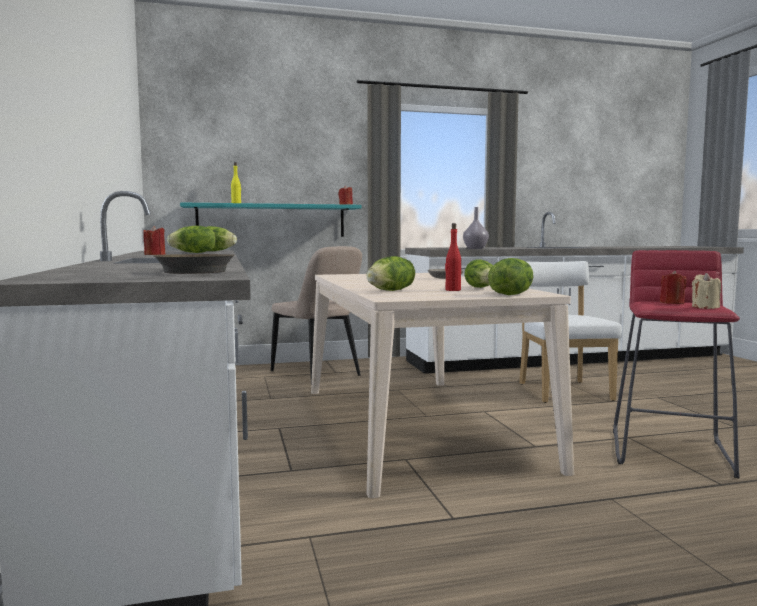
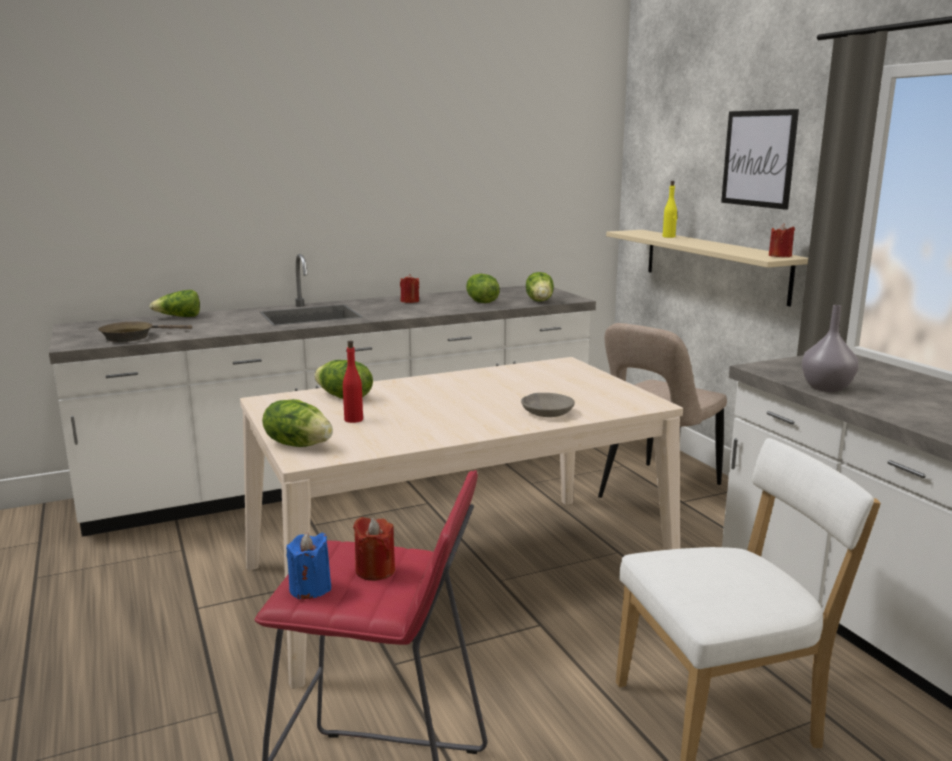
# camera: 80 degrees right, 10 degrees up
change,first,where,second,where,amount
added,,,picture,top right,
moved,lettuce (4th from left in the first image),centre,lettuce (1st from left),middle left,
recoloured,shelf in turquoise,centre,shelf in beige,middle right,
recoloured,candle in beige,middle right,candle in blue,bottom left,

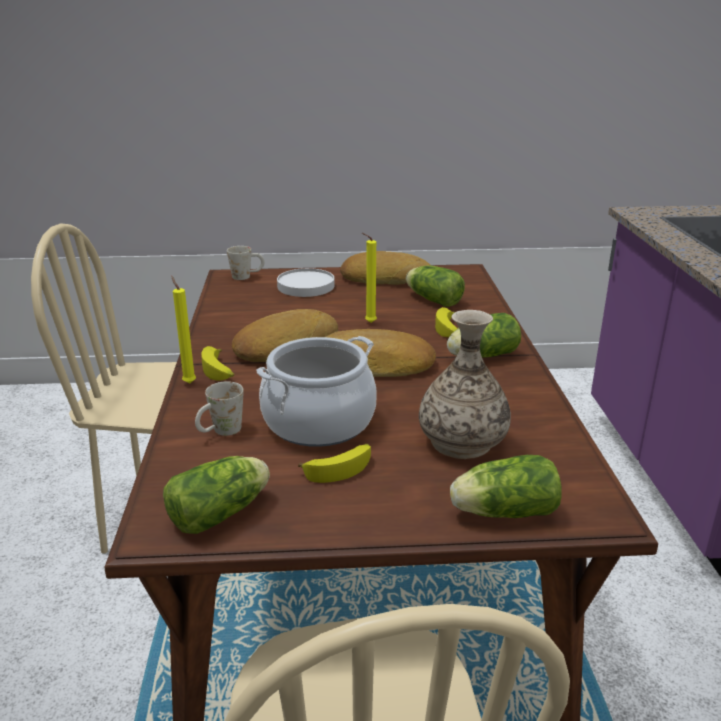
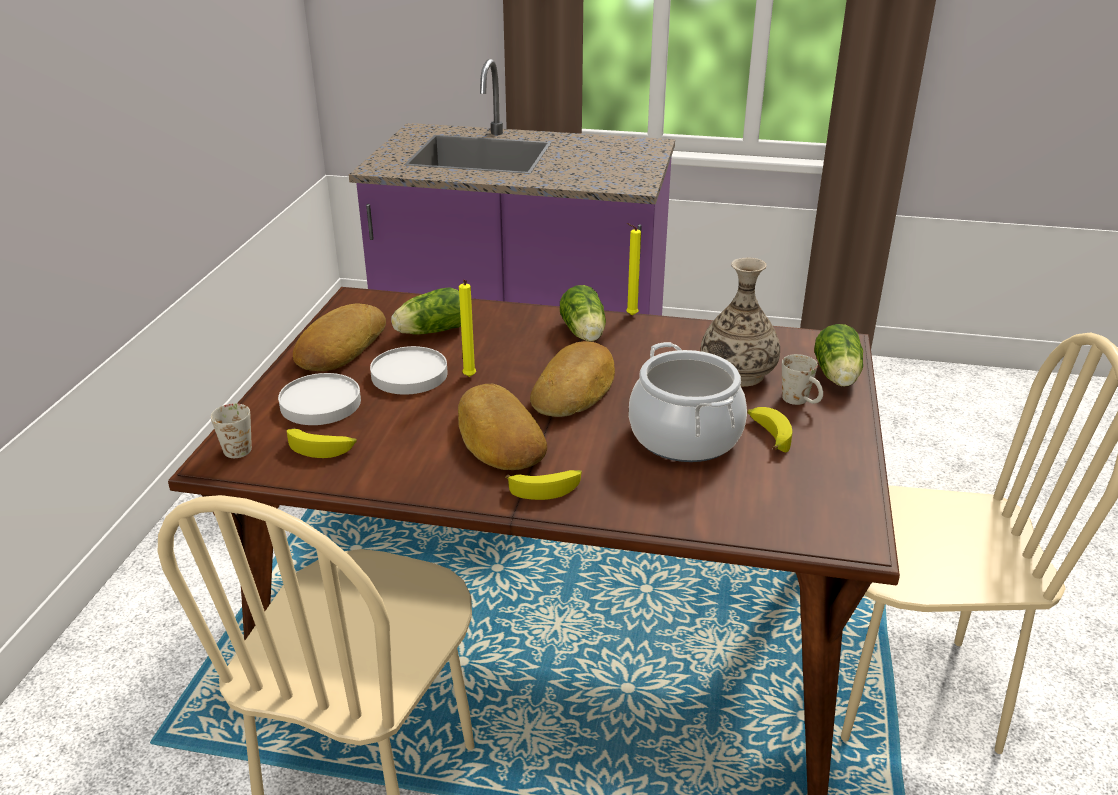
# camera: 75 degrees left, 5 degrees up
change,first,where,second,where,amount
removed,lettuce (1st from left),bottom left,,,
added,,,plate in white (2nd from left),centre,
moved,candle in yellow (1st from left in the first image),middle left,candle in yellow (2nd from left),centre,
moved,mug in white (1st from left in the first image),middle left,mug in white (2nd from left),middle right,
moved,banana (3rd from left in the first image),centre,banana (1st from left),middle left,

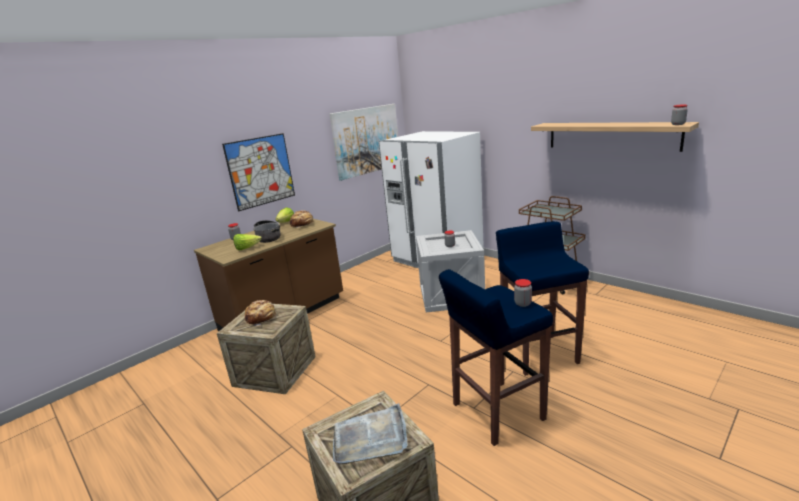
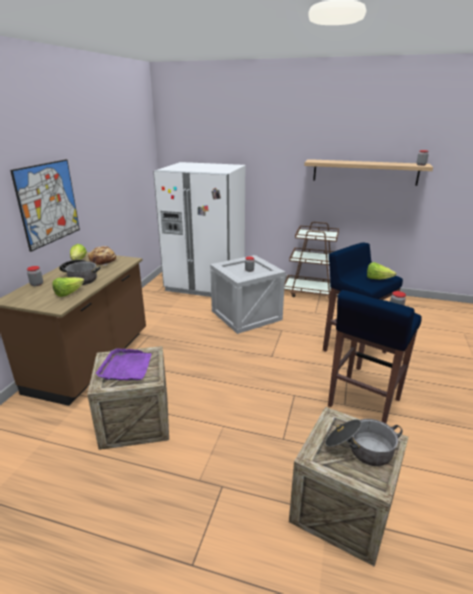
# camera: 30 degrees left, 5 degrees up
change,first,where,second,where,amount
removed,picture (2nd from left),top centre,,,
added,,,lettuce (3rd from left),middle right,
replaced,bread (1st from left),middle left,tray in purple,middle left,
replaced,tray in grey,bottom centre,cooking pot (2nd from left),bottom right,

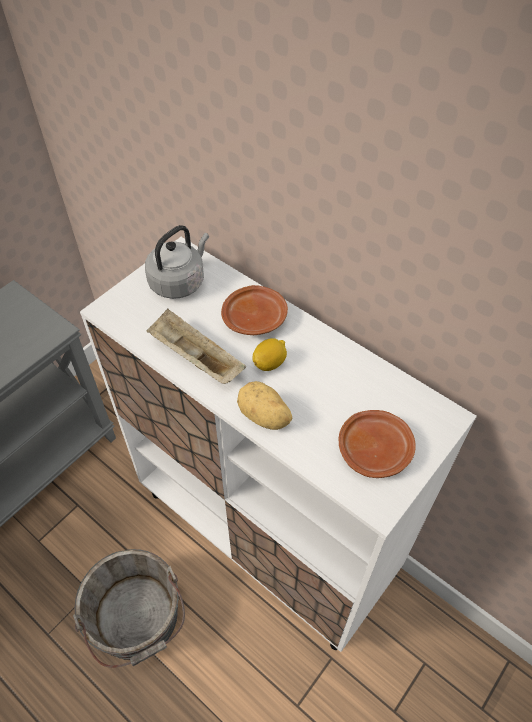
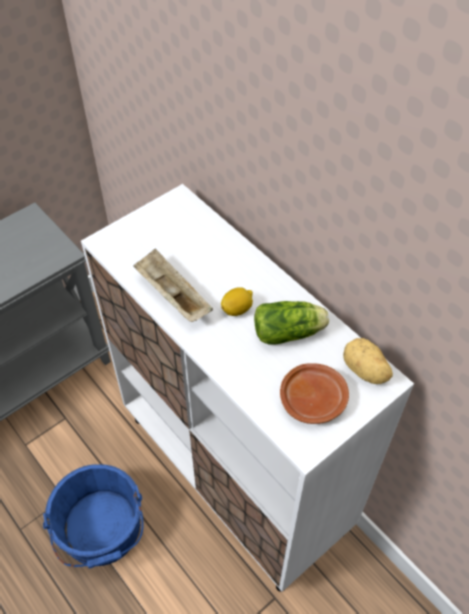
# camera: 10 degrees right, 0 degrees up
change,first,where,second,where,amount
removed,kettle in grey,middle left,,,
removed,plate in brown (1st from left),centre,,,
added,,,lettuce,centre,
moved,potato,centre,,middle right,
recoloured,bucket in grey,bottom left,bucket in blue,bottom left,

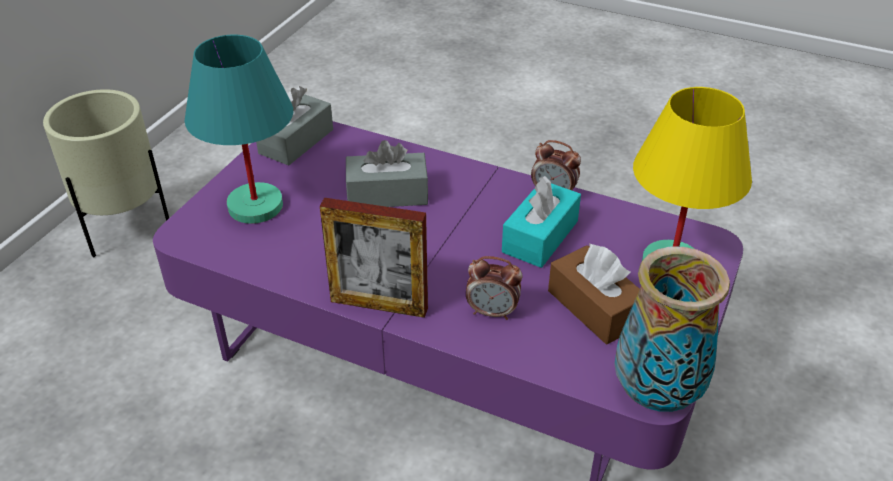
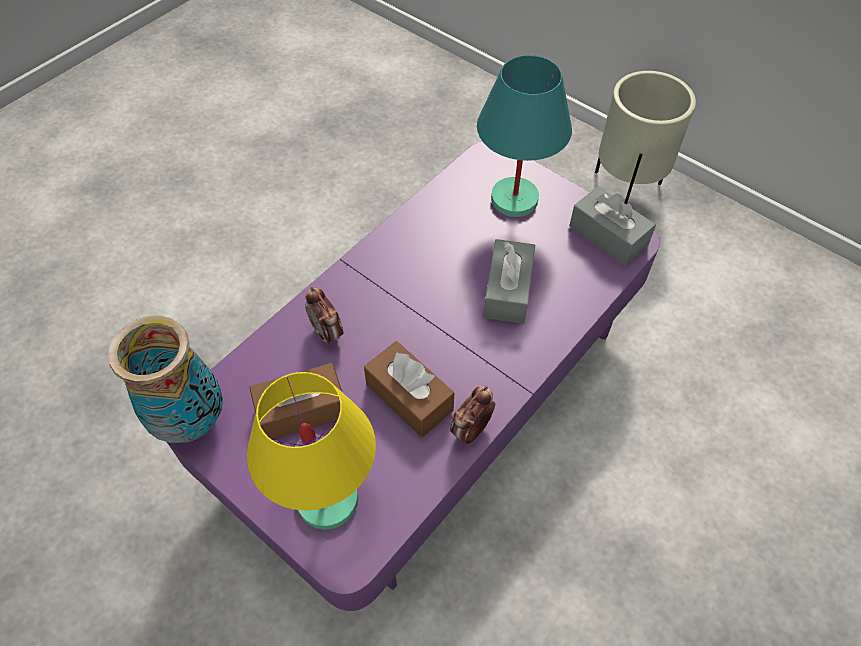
# camera: 105 degrees right, 15 degrees up
change,first,where,second,where,amount
removed,picture frame,centre,,,
recoloured,tissue box in turquoise,centre,tissue box in brown (2nd from left),centre,
turned,alarm clock (1st from left),centre,,centre,60 degrees counterclockwise

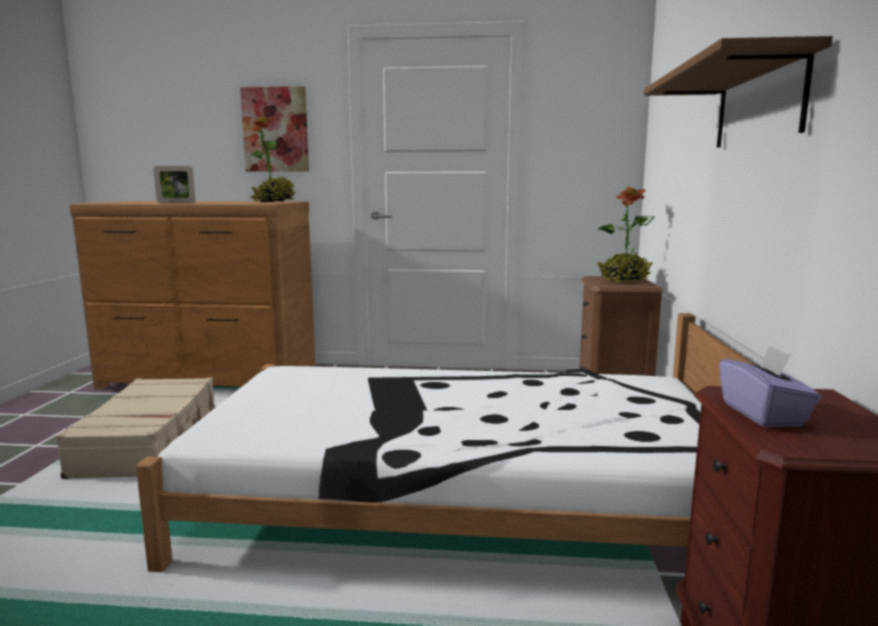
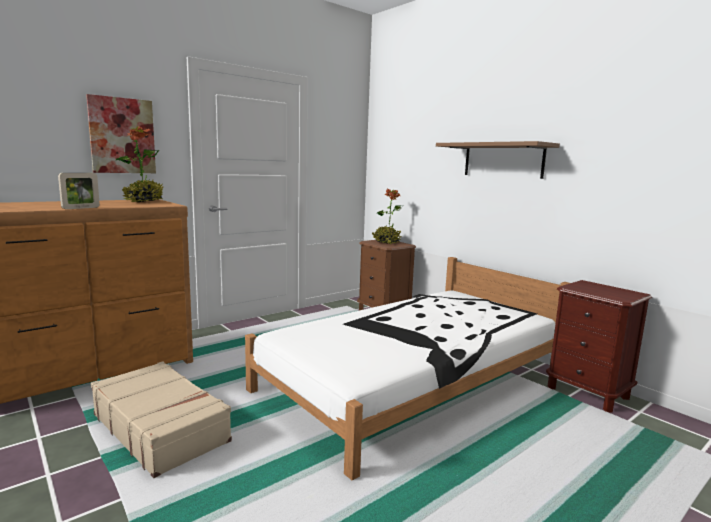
# camera: 45 degrees left, 0 degrees up
change,first,where,second,where,amount
removed,tissue box in purple,middle right,,,

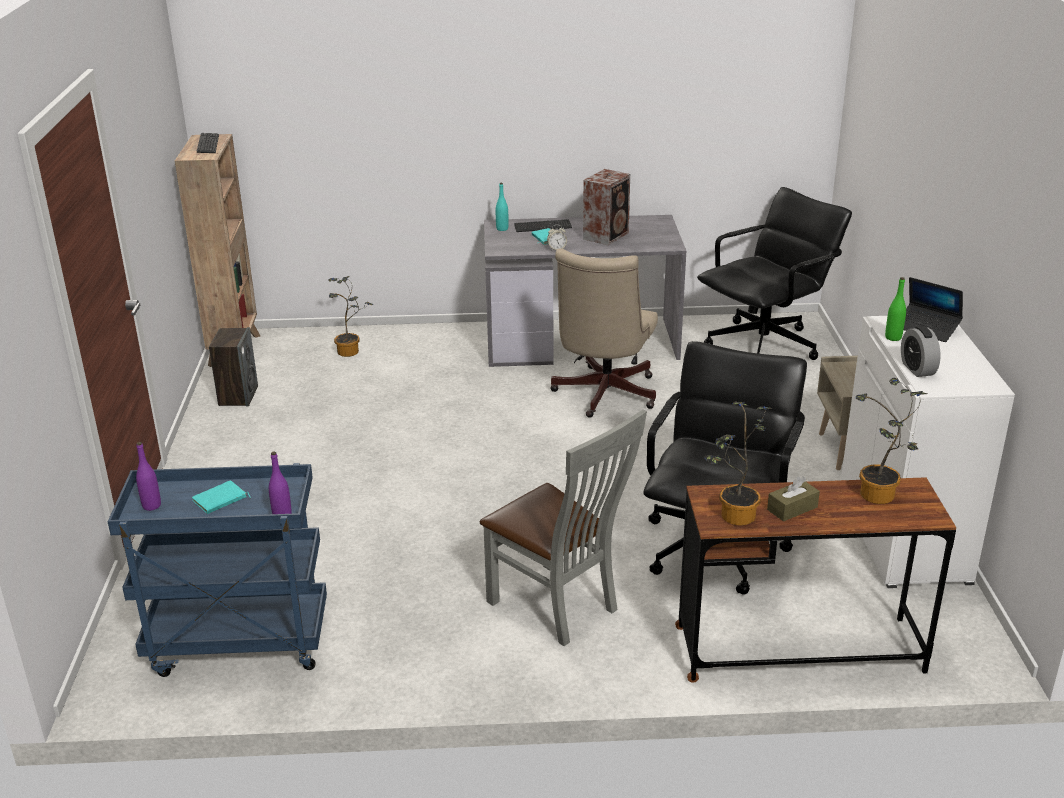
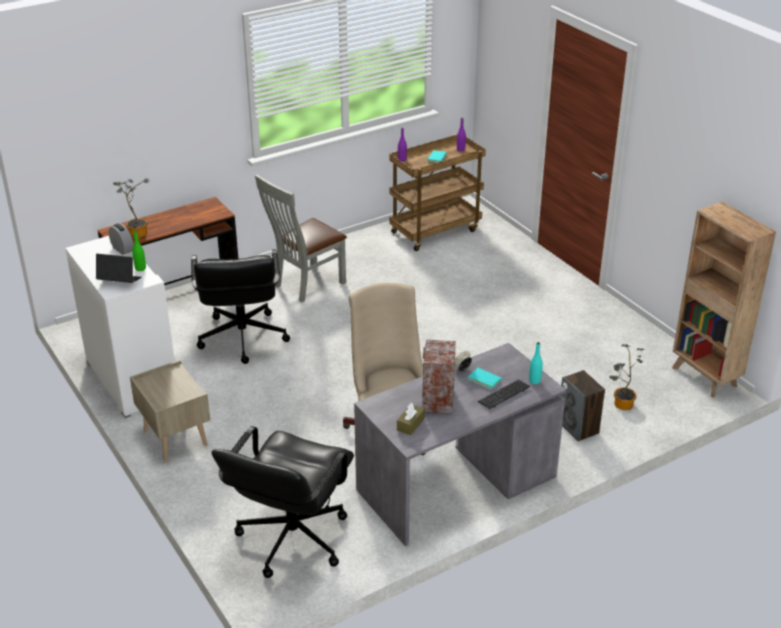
# camera: 150 degrees right, 5 degrees up
change,first,where,second,where,amount
removed,keyboard (1st from left),top left,,,
removed,potted plant (2nd from left),middle right,,,
moved,speaker (1st from left in the first image),middle left,speaker (2nd from left),middle right,
moved,tissue box in brown,middle right,,bottom centre,
recoloured,cart in blue,bottom left,cart in brown,top centre,
turned,chair in grey,centre,,centre,60 degrees counterclockwise

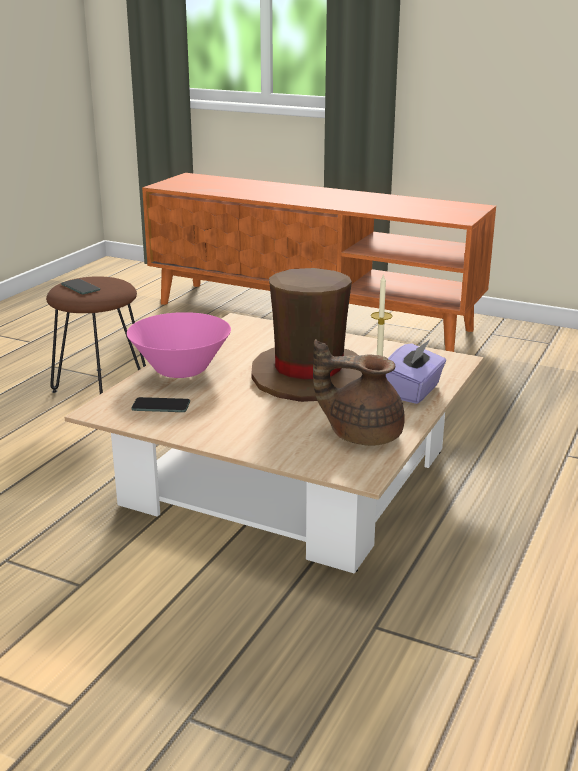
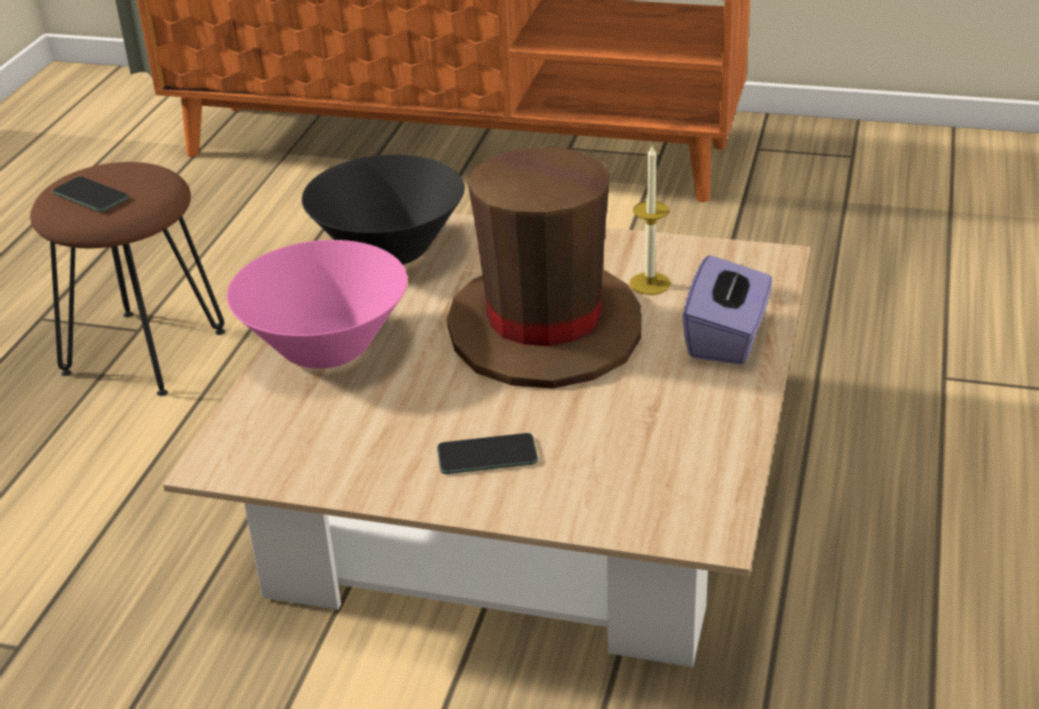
# camera: 10 degrees left, 10 degrees up
change,first,where,second,where,amount
removed,teapot in brown,centre,,,
added,,,bowl in black,top centre,
moved,phone (2nd from left),middle left,,centre,

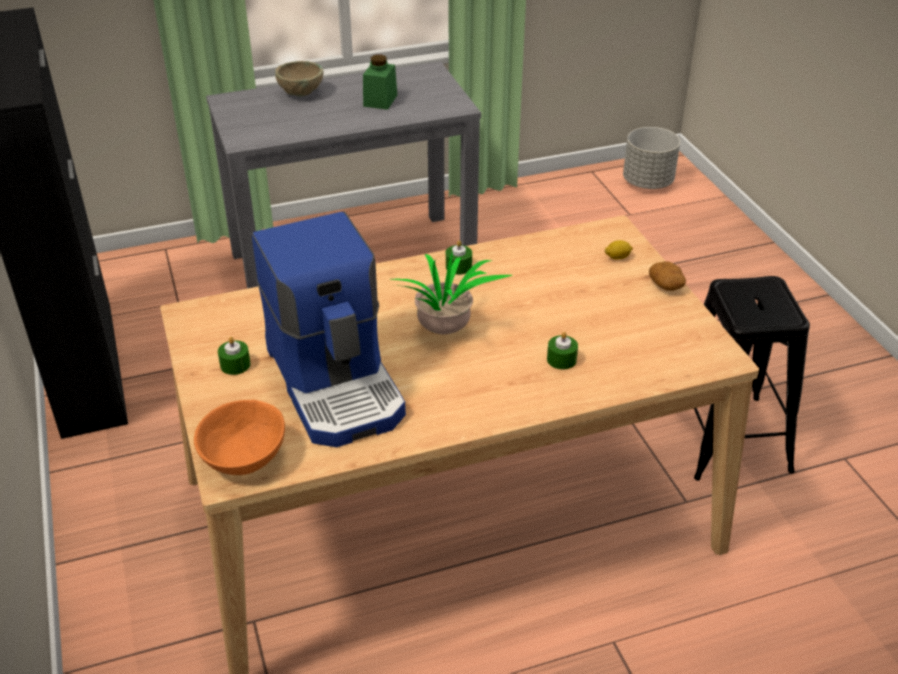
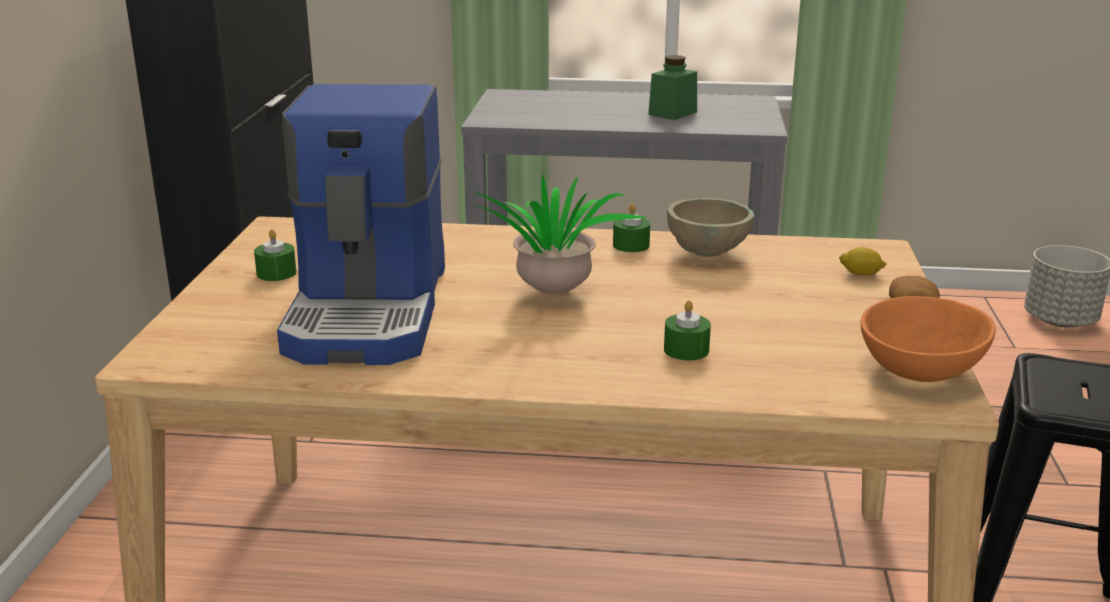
# camera: 25 degrees right, 15 degrees down
change,first,where,second,where,amount
moved,bowl in orange,middle left,,middle right,
moved,bowl in beige,top left,,centre,

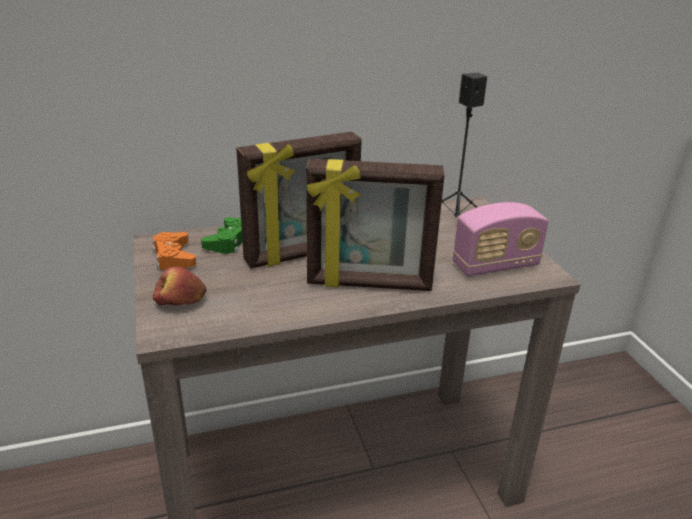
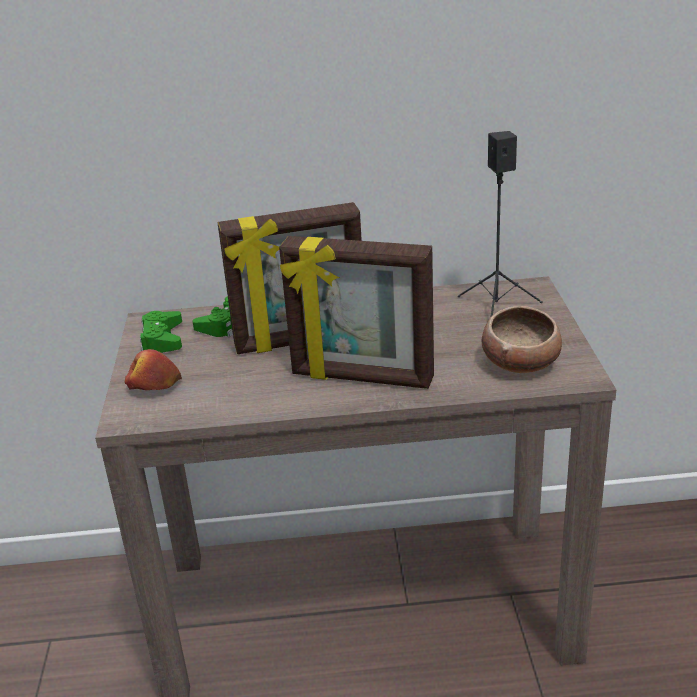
# camera: 15 degrees right, 0 degrees up
change,first,where,second,where,amount
replaced,radio,middle right,bowl,middle right,
recoloured,game controller in orange,middle left,game controller in green (1st from left),middle left,

